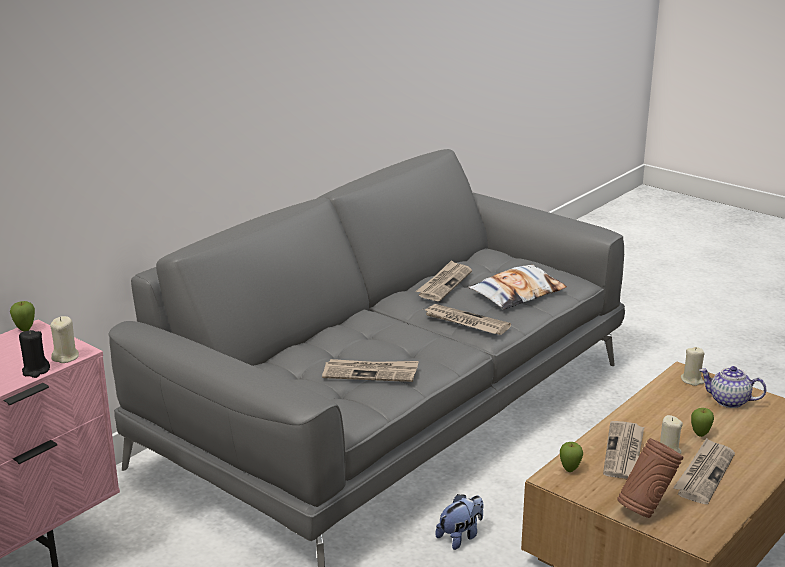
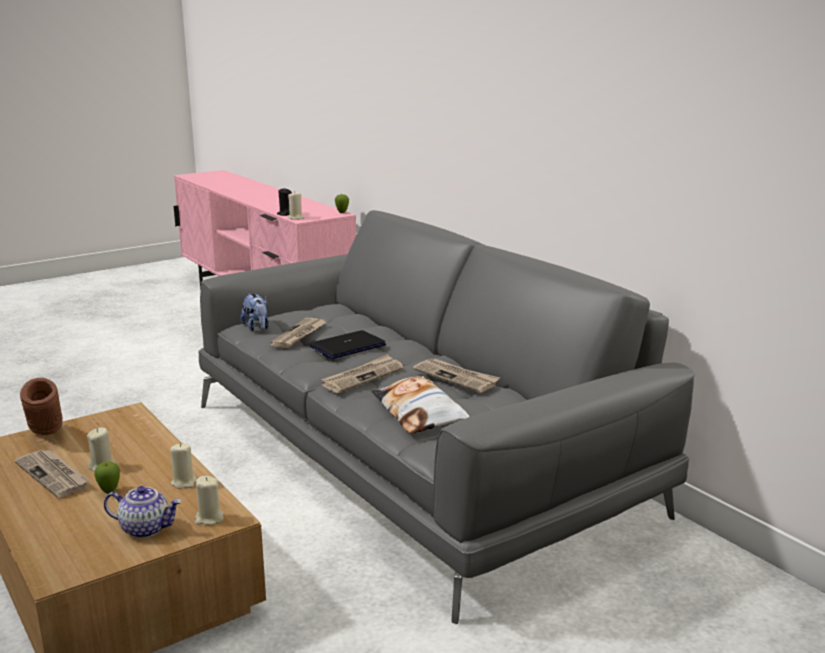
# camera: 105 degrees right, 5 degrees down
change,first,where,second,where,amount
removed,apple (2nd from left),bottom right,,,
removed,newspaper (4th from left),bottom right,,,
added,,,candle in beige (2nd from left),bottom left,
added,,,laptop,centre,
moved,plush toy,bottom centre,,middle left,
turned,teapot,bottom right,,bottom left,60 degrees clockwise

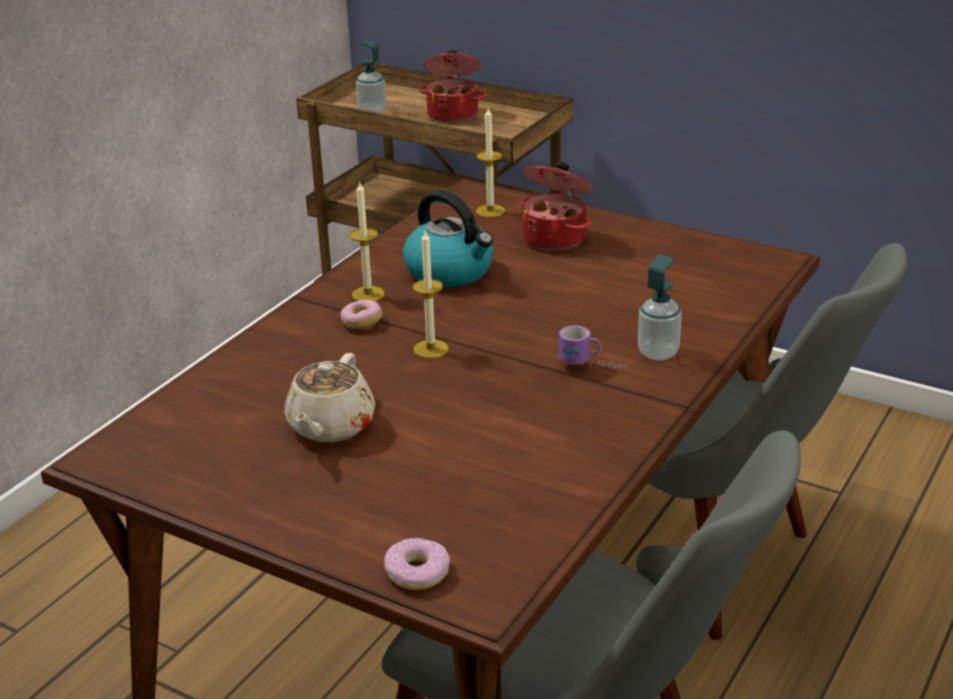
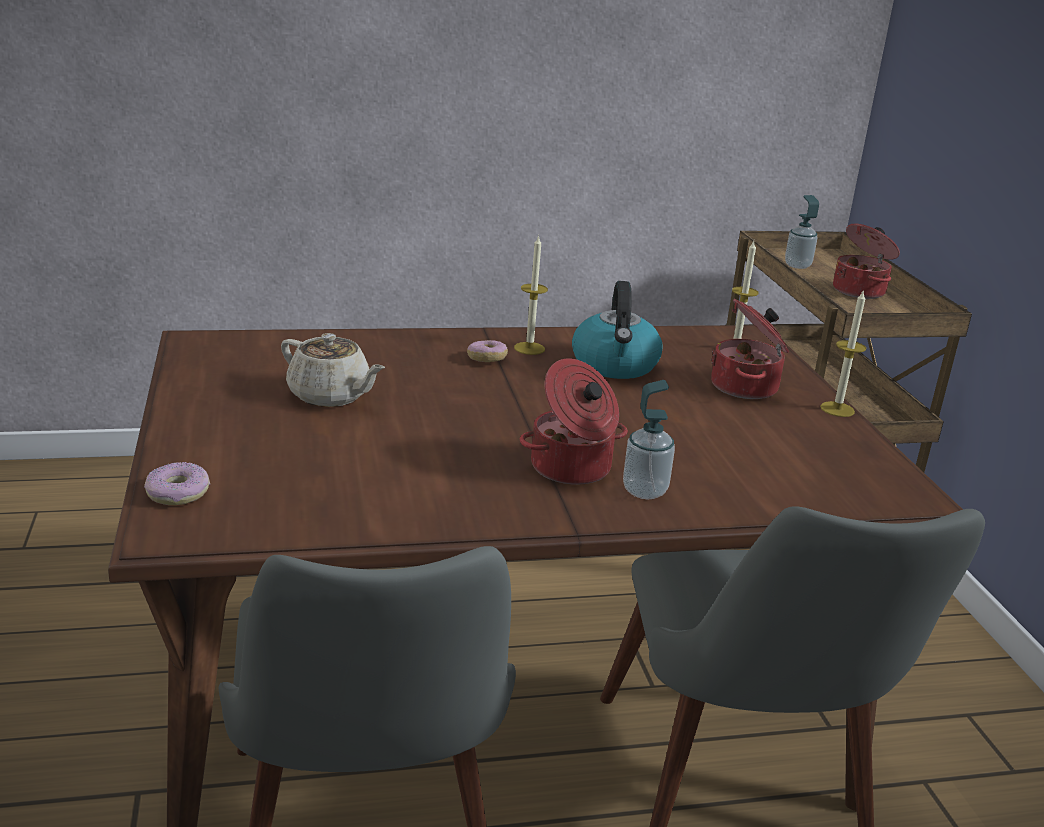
# camera: 45 degrees right, 5 degrees down
change,first,where,second,where,amount
moved,candle (2nd from left in the first image),centre,candle (3rd from left),middle right,
replaced,mug,centre,cooking pot (1st from left),centre,
turned,teapot in beige,centre,,middle left,120 degrees counterclockwise

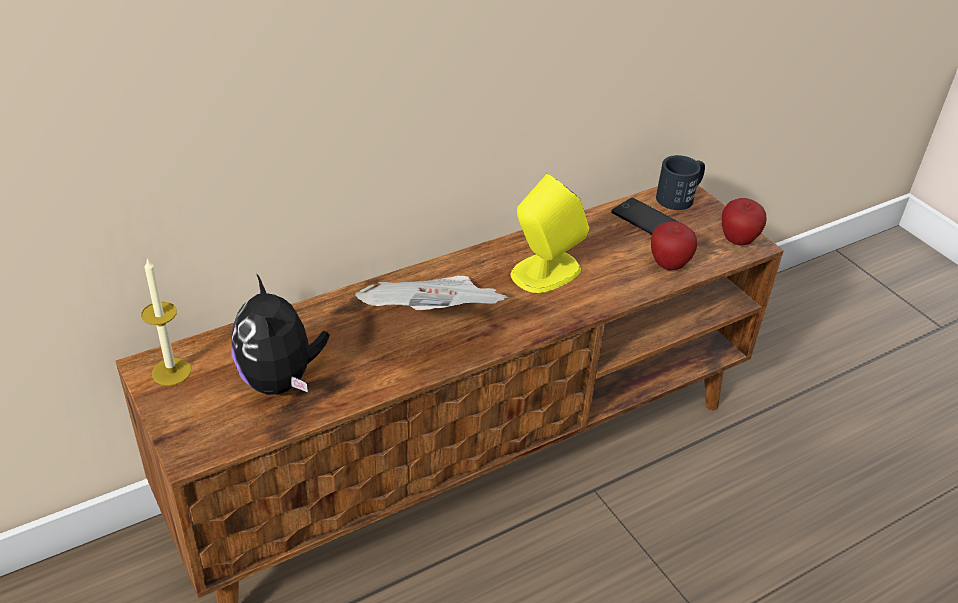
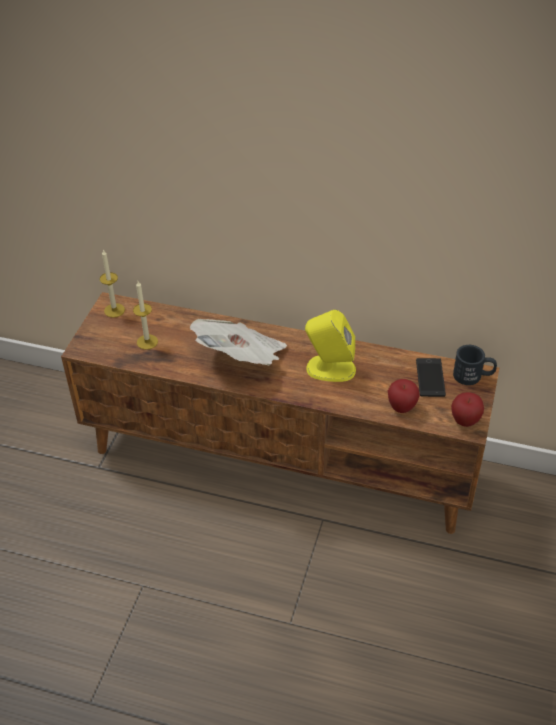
# camera: 50 degrees right, 5 degrees up
change,first,where,second,where,amount
replaced,plush toy,middle left,candle (2nd from left),middle left,

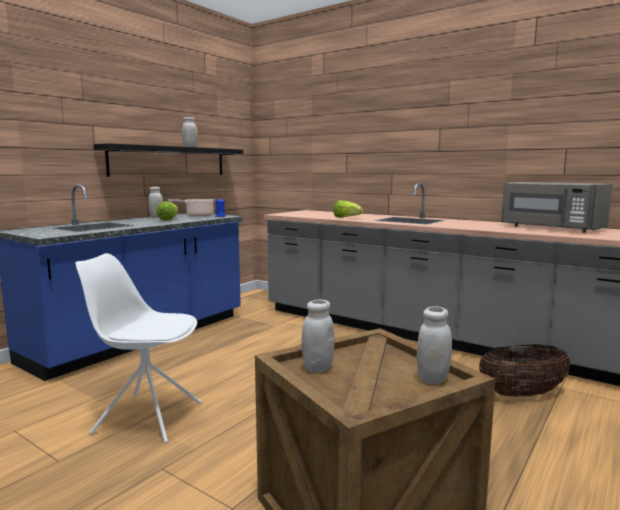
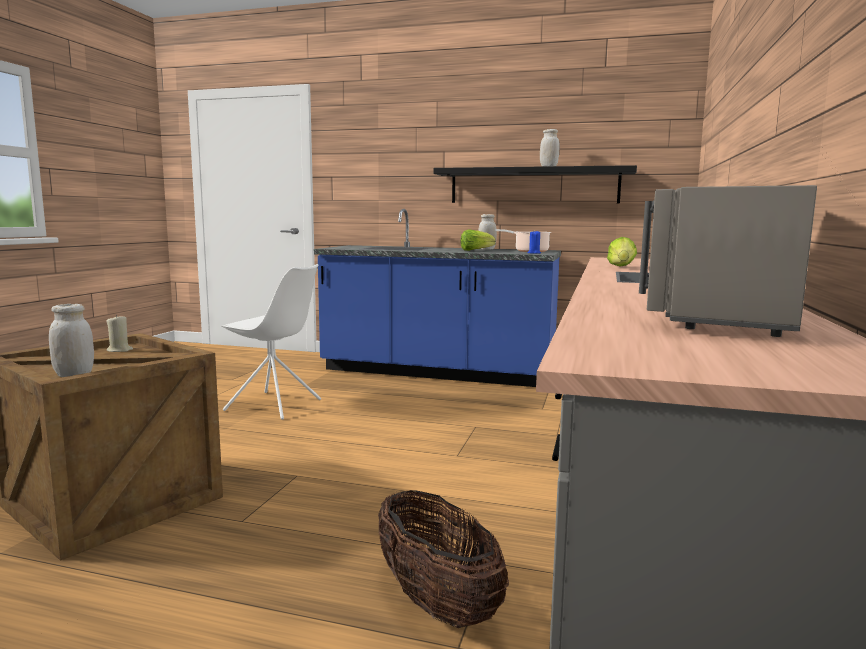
# camera: 70 degrees right, 0 degrees up
change,first,where,second,where,amount
replaced,jar in white (3rd from left),centre,candle in beige,middle left,
turned,chair in white,bottom left,,middle left,120 degrees clockwise

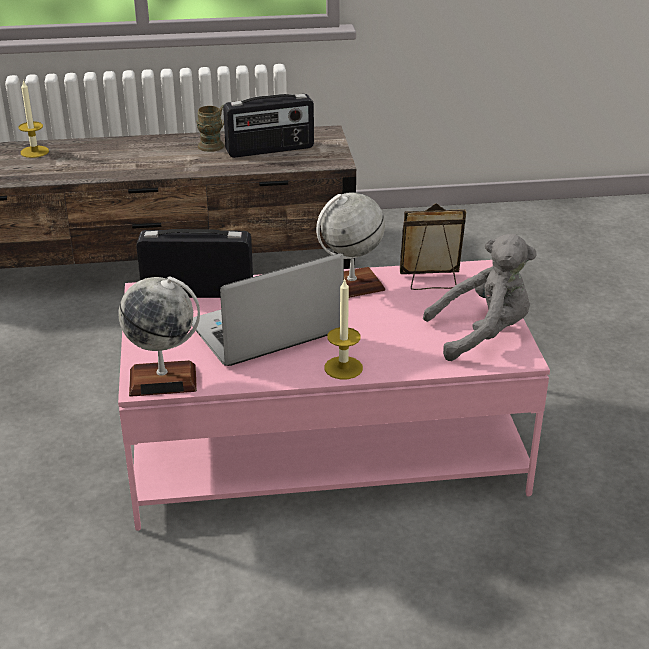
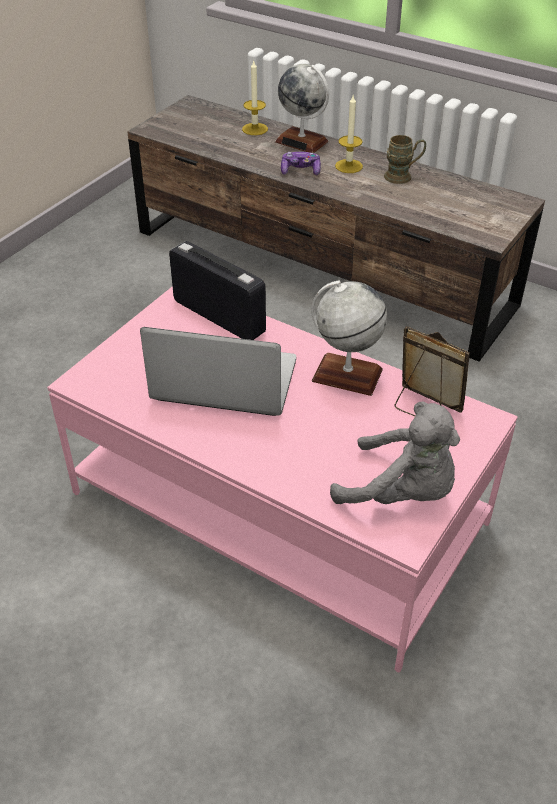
# camera: 40 degrees right, 10 degrees up
change,first,where,second,where,amount
removed,radio (2nd from left),top centre,,,
added,,,game controller,top centre,
moved,globe (1st from left),middle left,,top centre,
moved,candle (2nd from left),centre,,top centre,

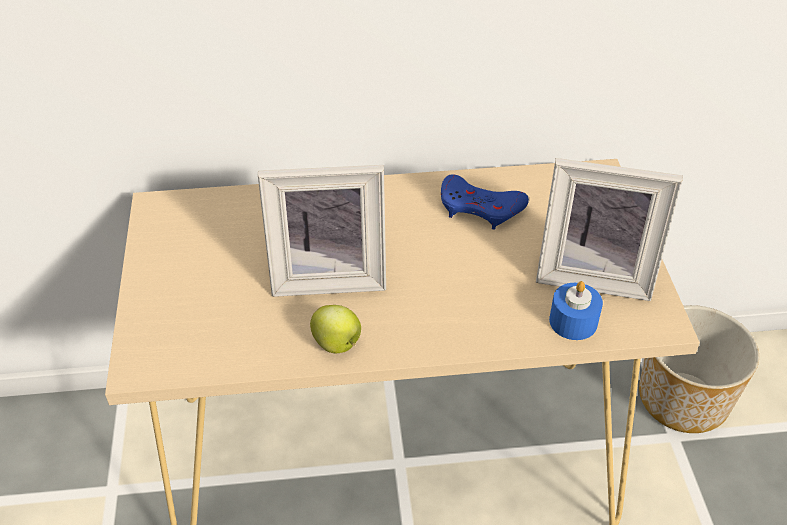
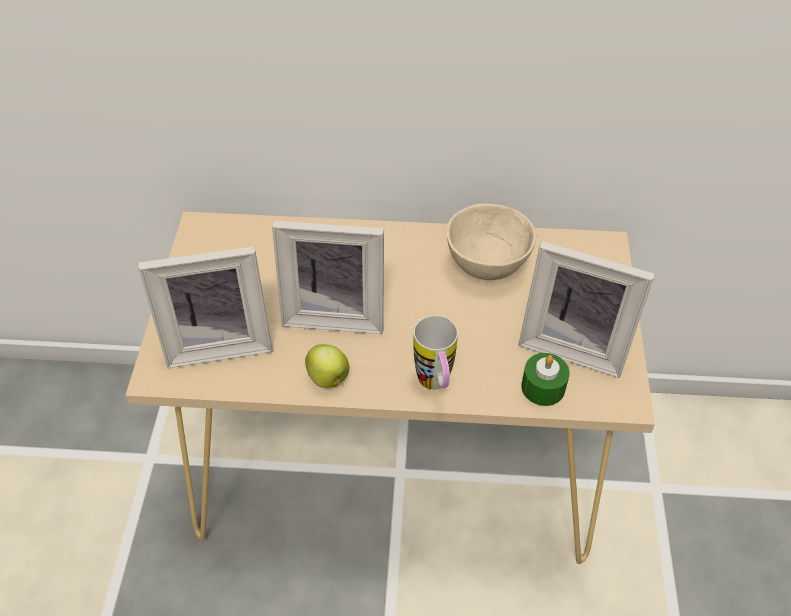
# camera: 10 degrees right, 5 degrees up
change,first,where,second,where,amount
removed,planter,bottom right,,,
added,,,picture frame (1st from left),middle left,
added,,,mug,centre,
replaced,game controller in blue,centre,bowl in beige,centre,
recoloured,candle in blue,middle right,candle in green,middle right,

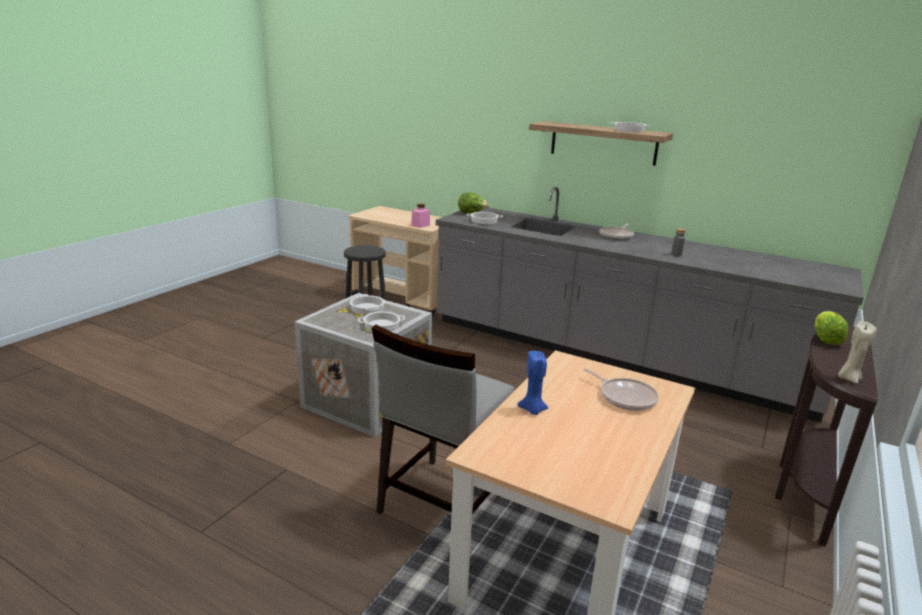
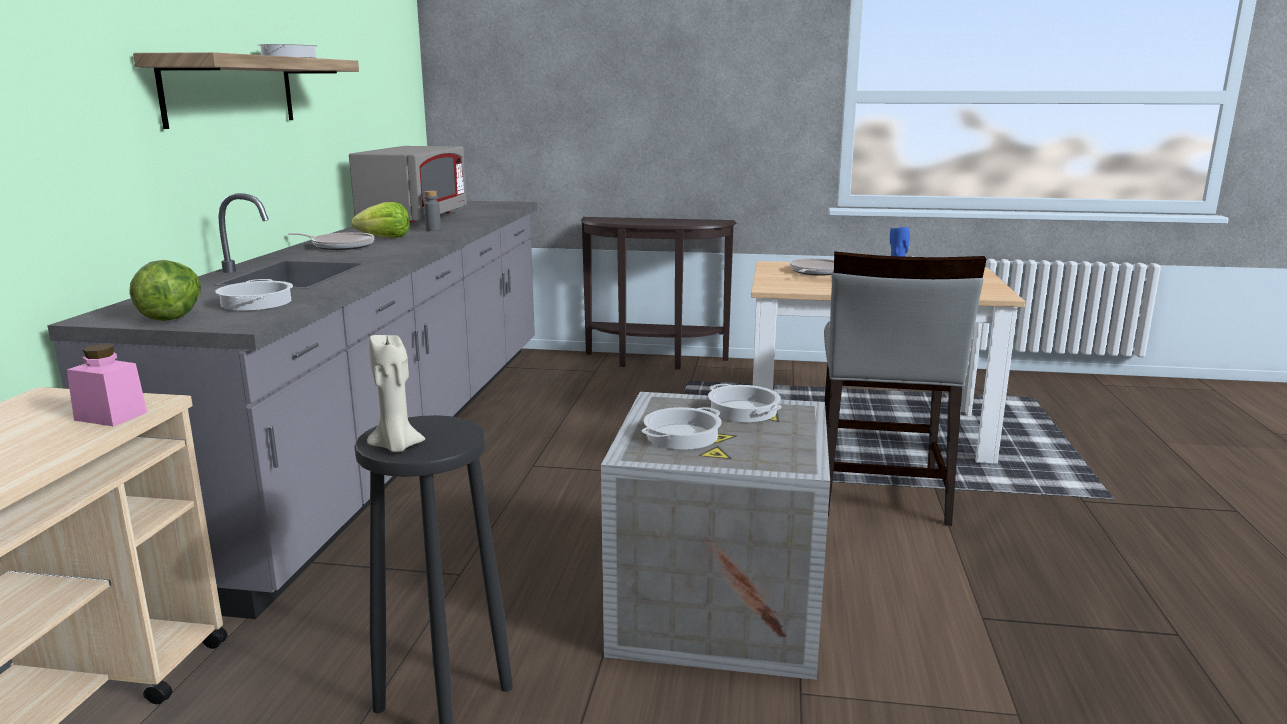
# camera: 110 degrees left, 5 degrees down
change,first,where,second,where,amount
added,,,microwave in grey,top left,
moved,lettuce (2nd from left),middle right,,top left,
moved,candle in beige,middle right,,middle left,
turned,chair in grey,bottom centre,,middle right,90 degrees clockwise

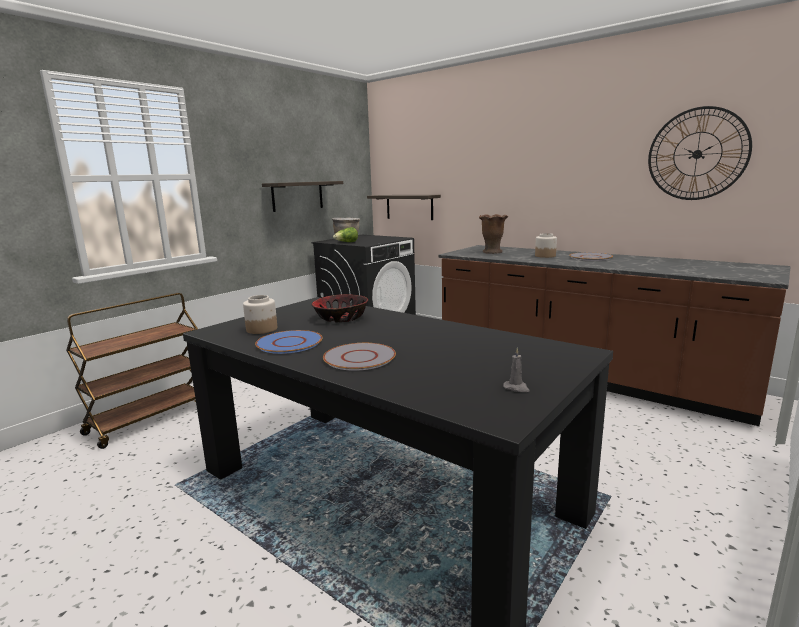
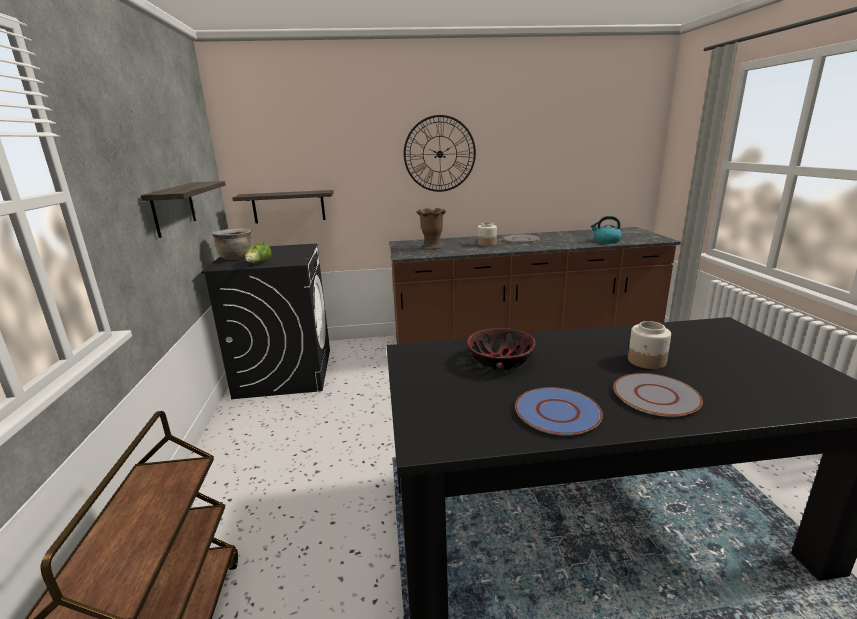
# camera: 45 degrees left, 5 degrees up
change,first,where,second,where,amount
removed,candle in grey,centre,,,
added,,,kettle,middle right,
moved,jar (1st from left in the first image),middle left,jar (2nd from left),middle right,
moved,wall clock,top right,,top centre,

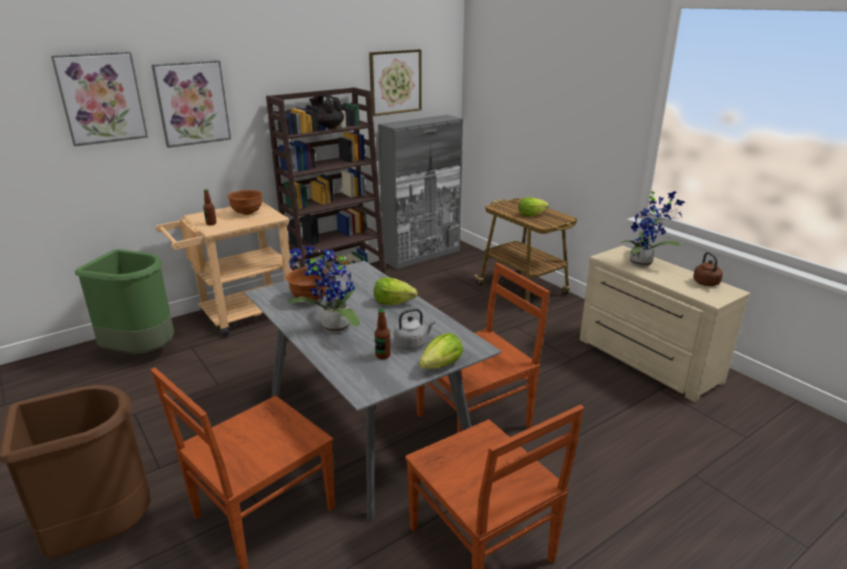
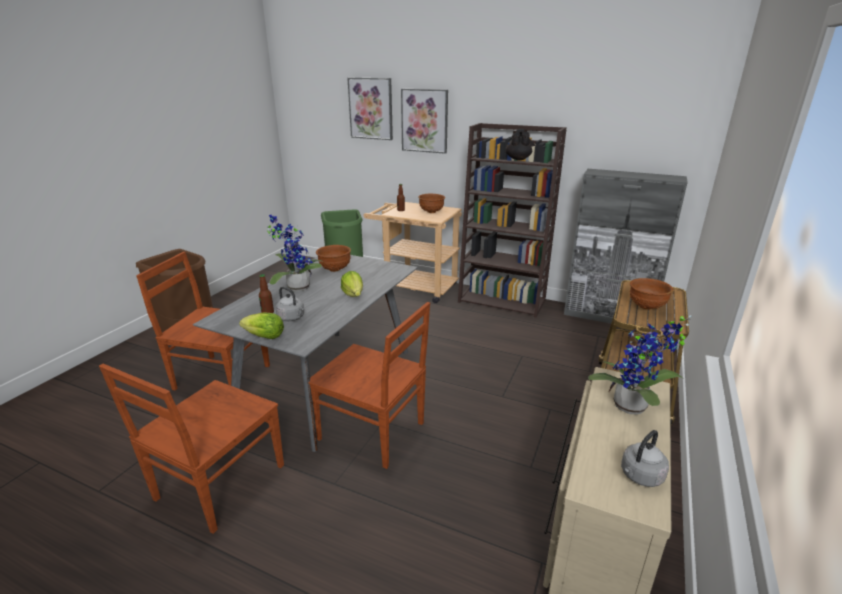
# camera: 60 degrees right, 0 degrees up
change,first,where,second,where,amount
removed,picture (3rd from left),top centre,,,
replaced,lettuce (3rd from left),centre,bowl in brown (3rd from left),middle right,
recoloured,kettle in brown,middle right,kettle in grey (2nd from left),bottom right,

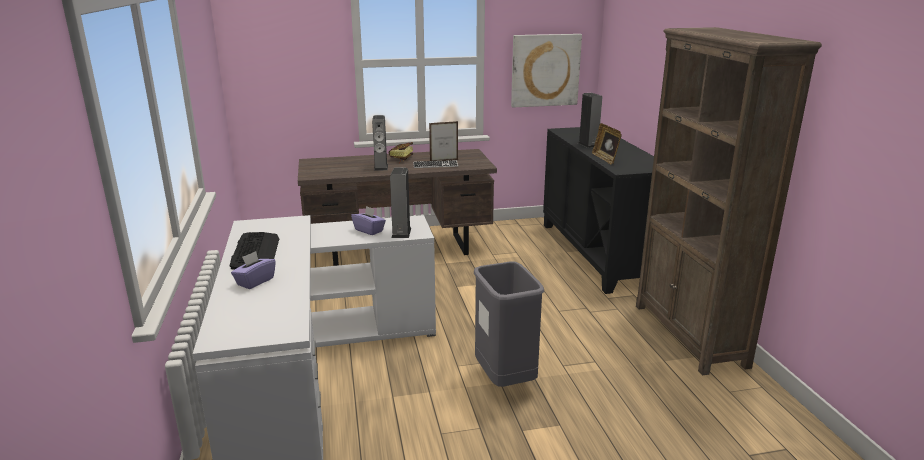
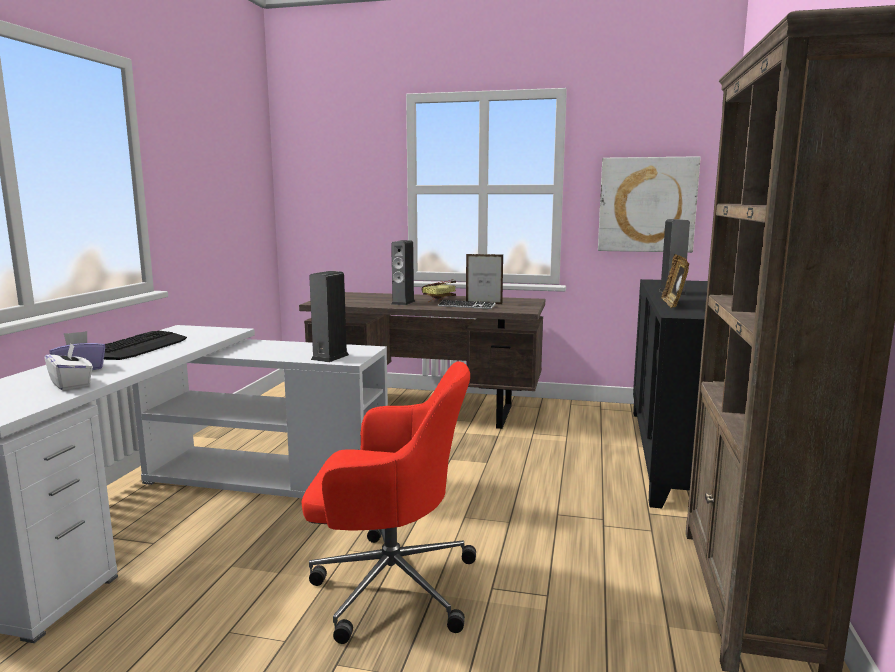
# camera: 25 degrees right, 10 degrees down
change,first,where,second,where,amount
removed,tissue box in purple (2nd from left),centre,,,
added,,,tissue box in white,middle left,
replaced,trash can in grey,bottom centre,office chair in red,bottom centre,

